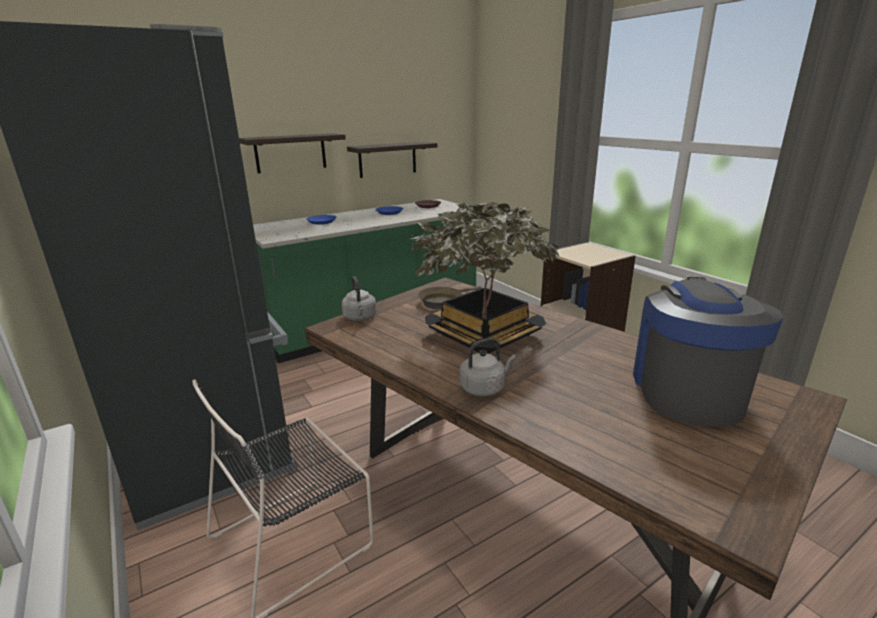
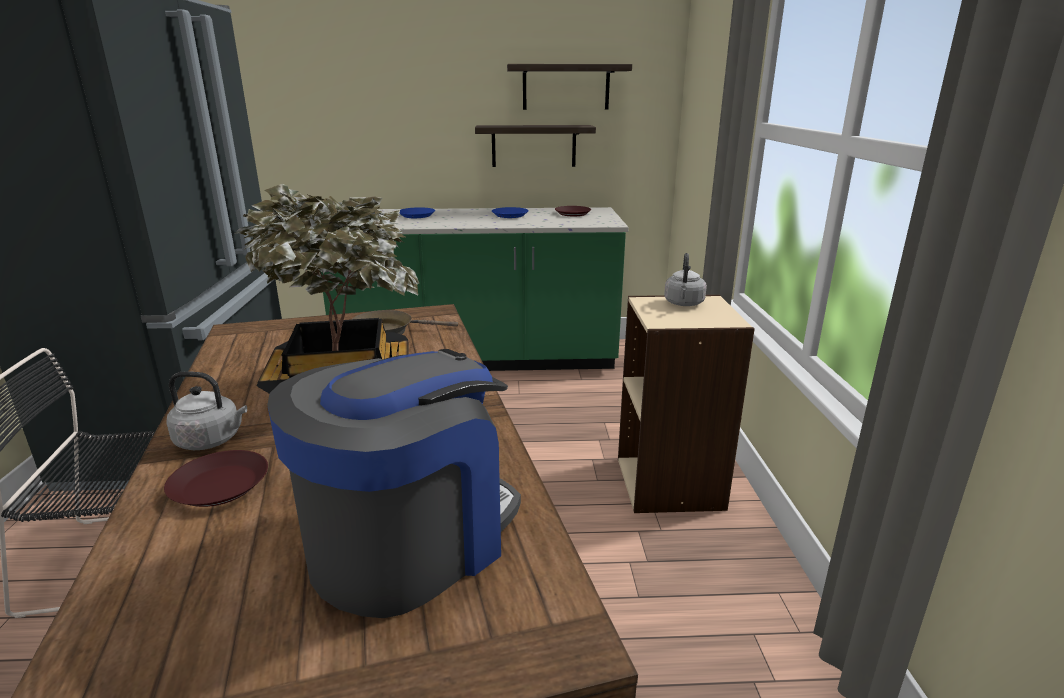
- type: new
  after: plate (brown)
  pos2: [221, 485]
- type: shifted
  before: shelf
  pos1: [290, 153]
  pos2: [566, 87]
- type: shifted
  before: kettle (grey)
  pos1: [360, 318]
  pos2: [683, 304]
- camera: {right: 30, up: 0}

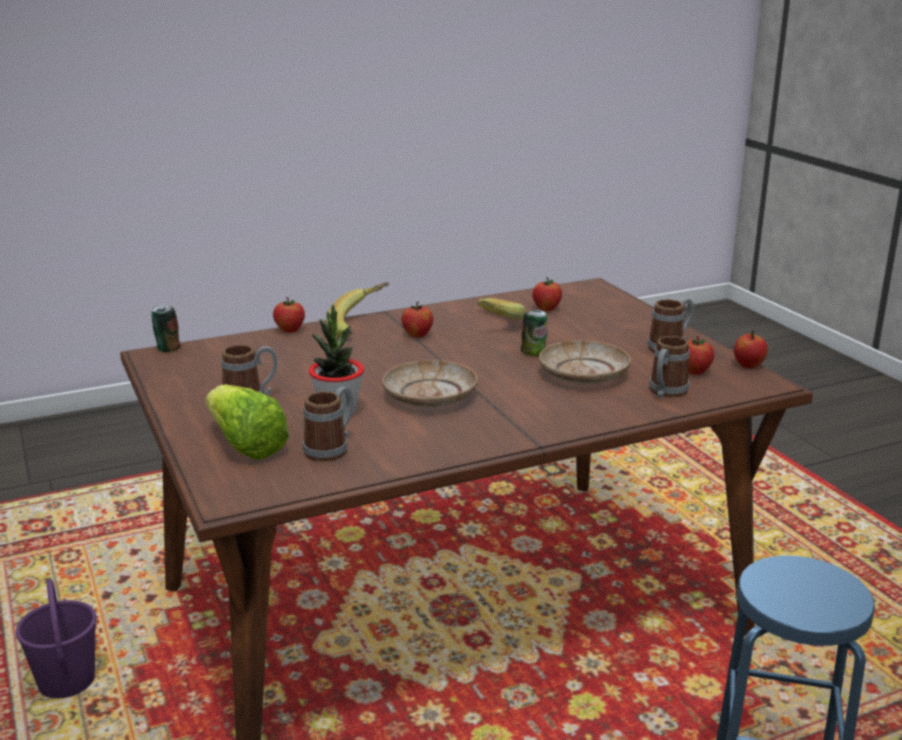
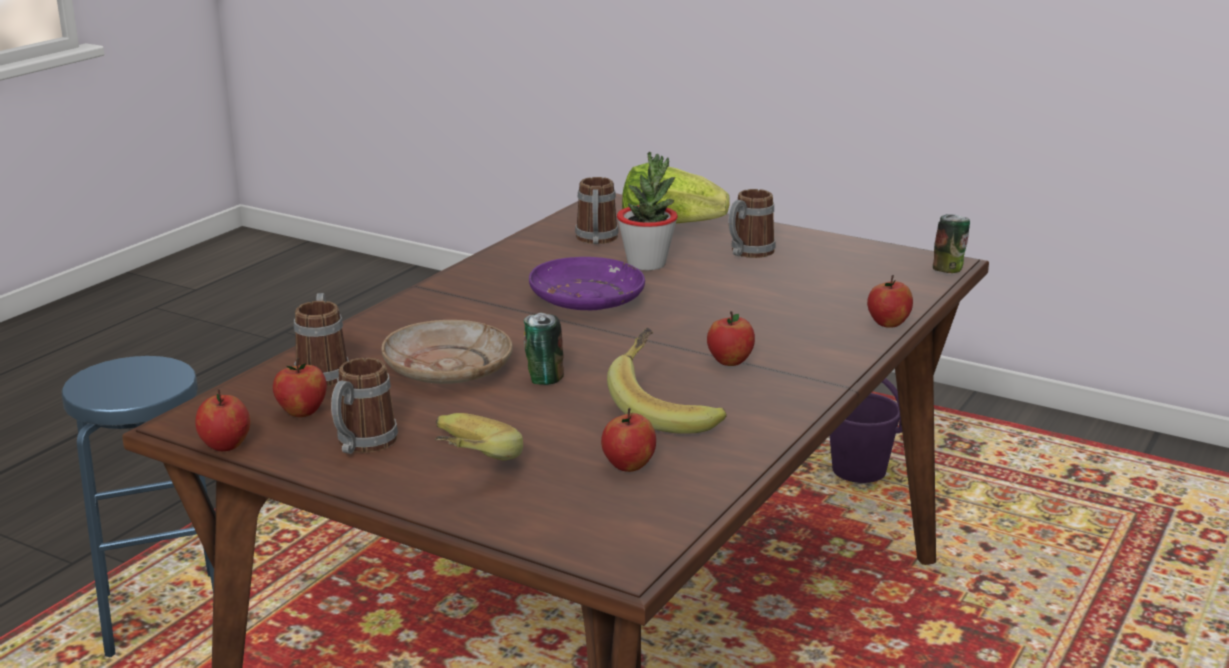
- type: shifted
  before: banana
  pos1: [360, 326]
  pos2: [462, 466]
- type: repainted
  before: plate (beige)
  after: plate (purple)
  pos1: [429, 396]
  pos2: [586, 298]
- camera: {right: 145, up: 0}

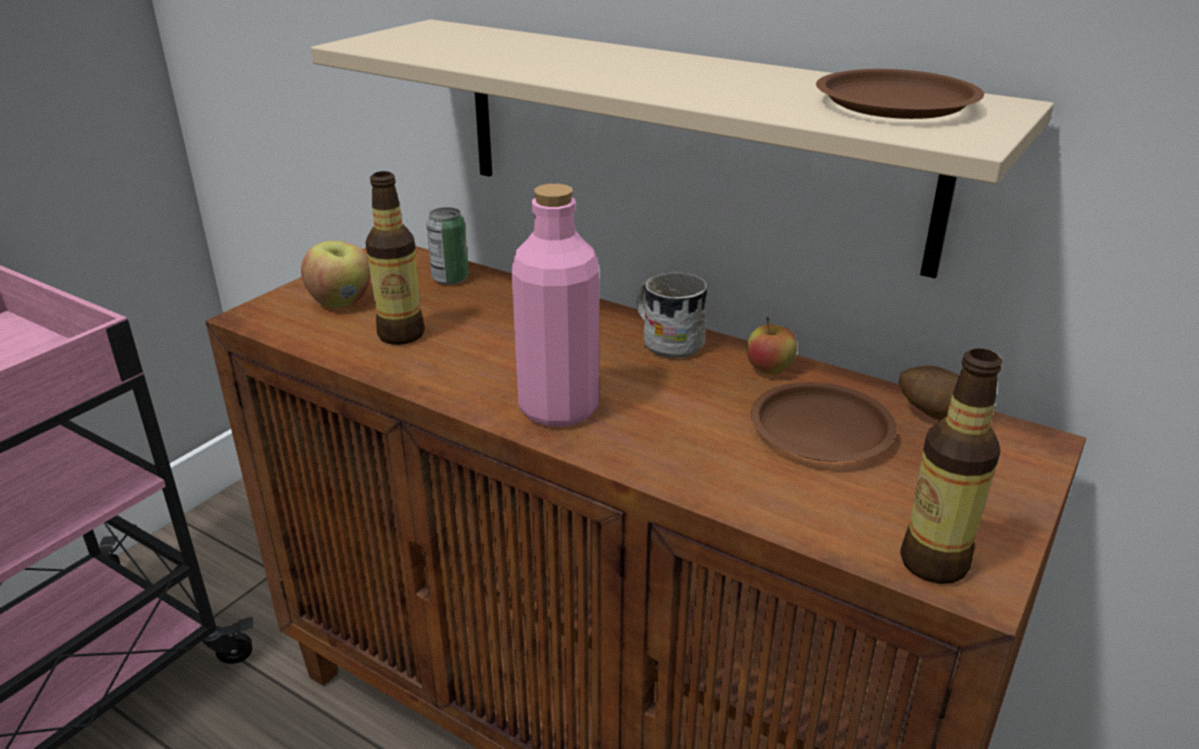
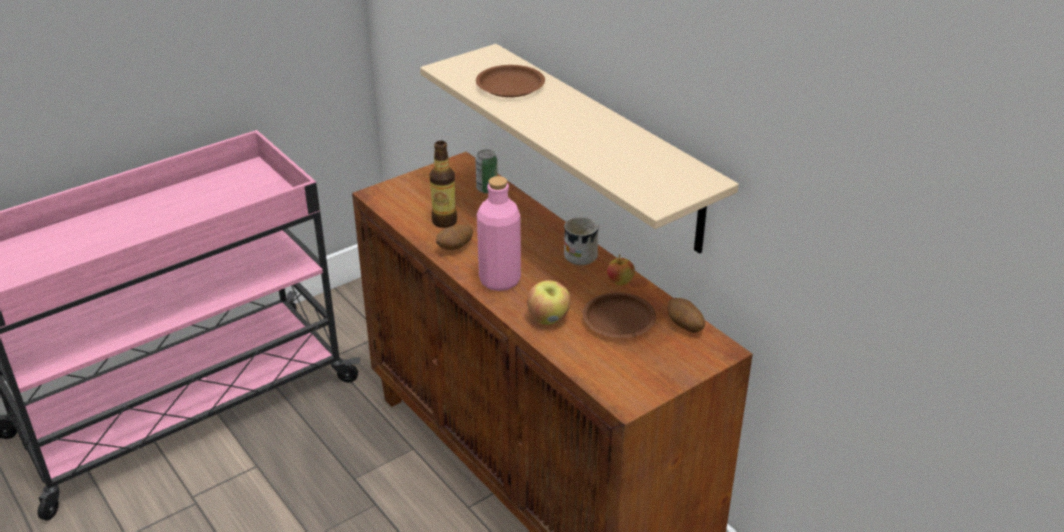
- type: gone
  before: bottle
  pos1: [934, 563]
- type: new
  after: potato
  pos2: [455, 248]
- type: shifted
  before: apple
  pos1: [342, 302]
  pos2: [549, 319]
- type: shifted
  before: plate (brown)
  pos1: [897, 104]
  pos2: [510, 86]
- camera: {right: 20, up: 5}

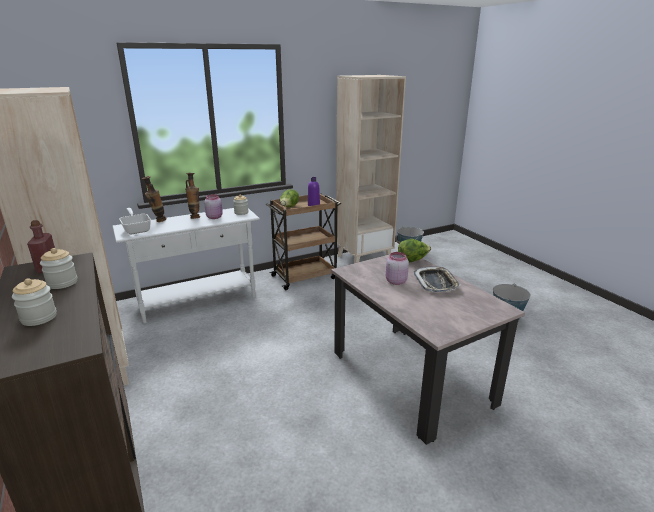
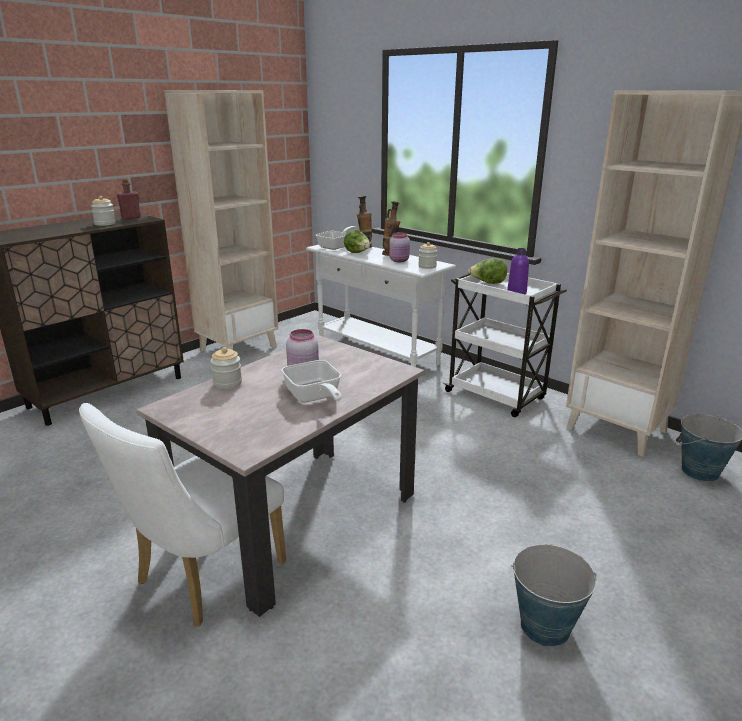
- type: new
  after: chair (white)
  pos2: [202, 578]
- type: shifted
  before: jar
  pos1: [39, 318]
  pos2: [227, 383]
- type: shifted
  before: lettuce
  pos1: [412, 260]
  pos2: [357, 253]
- type: swapped
  before: tray
  after: frying pan
  pos1: [436, 283]
  pos2: [314, 397]
- type: repainted
  before: cart (brown)
  after: cart (white)
  pos1: [305, 276]
  pos2: [496, 396]
- camera: {right: 70, up: 0}

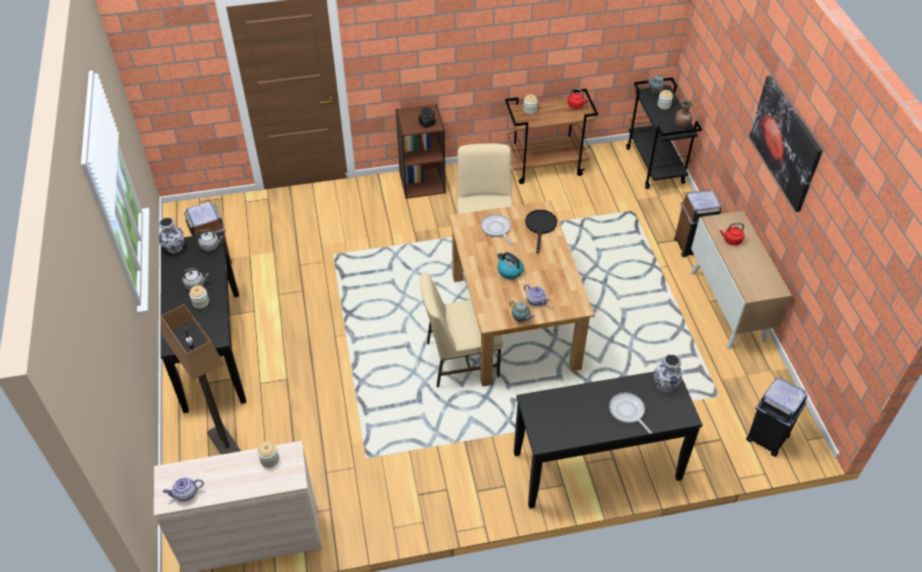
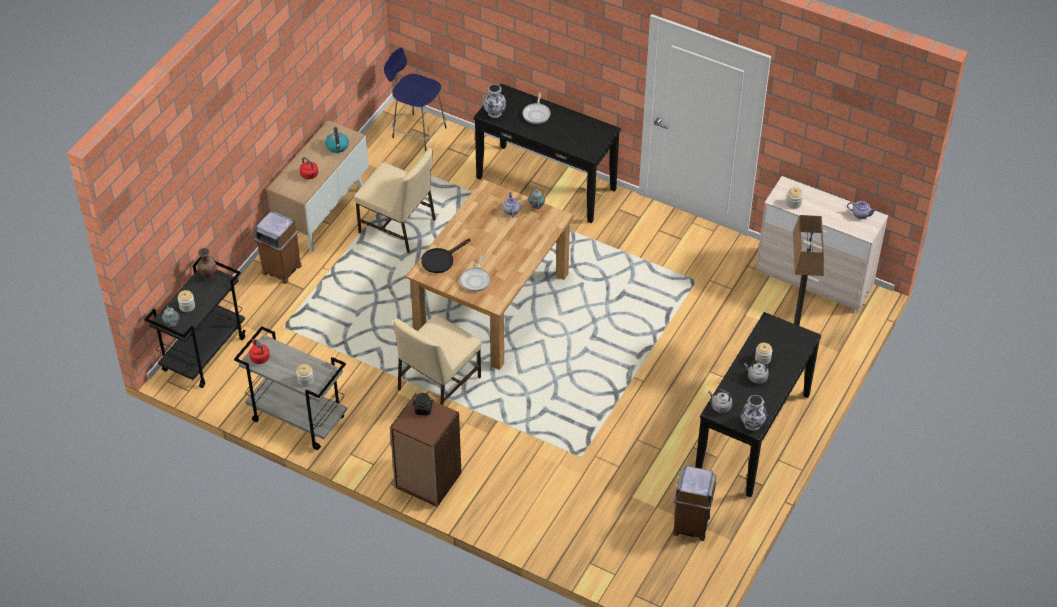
- type: gone
  before: picture
  pos1: [785, 142]
- type: shifted
  before: chair (beige)
  pos1: [460, 359]
  pos2: [398, 227]
- type: shifted
  before: kettle
  pos1: [509, 271]
  pos2: [337, 146]
- type: swapped
  before: trash can (black)
  after: stool (blue)
  pos1: [767, 437]
  pos2: [417, 131]
- type: repainted
  before: cart (brown)
  after: cart (grey)
  pos1: [546, 166]
  pos2: [297, 419]
- camera: {right: -140, up: 0}

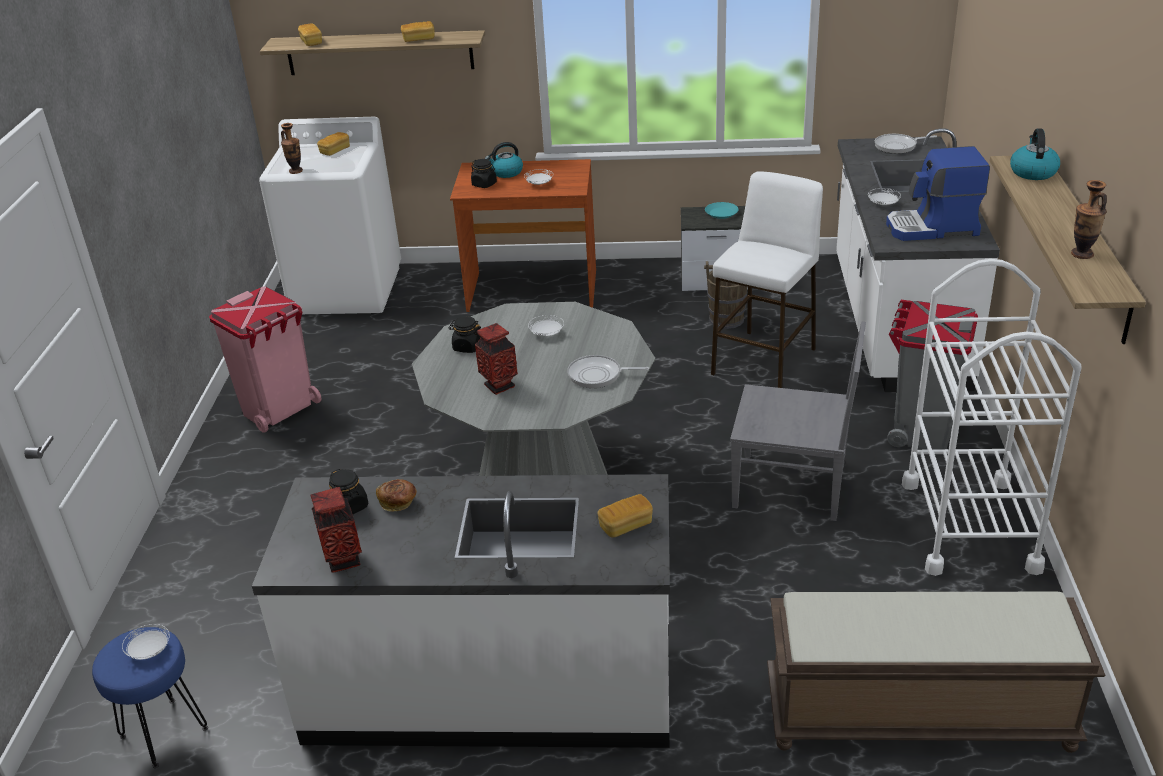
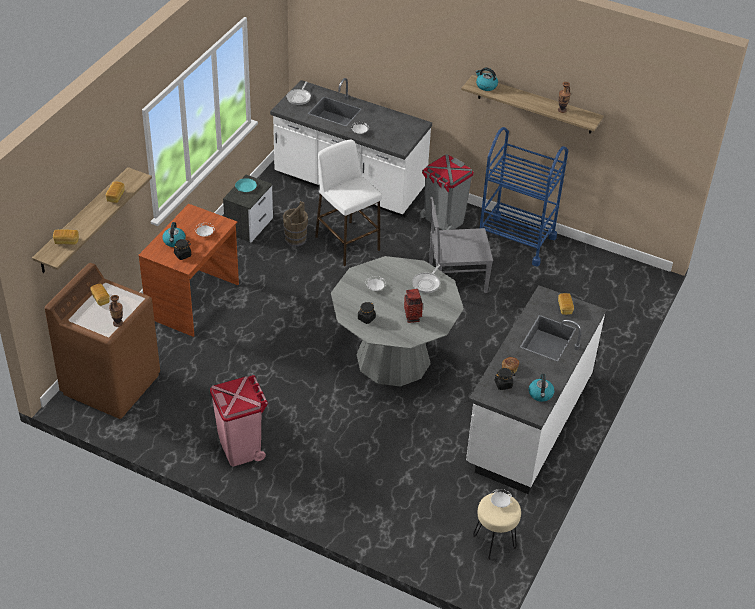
- type: gone
  before: bench (brown)
  pos1: [916, 716]
- type: gone
  before: coffee machine
  pos1: [933, 228]
- type: swapped
  before: vase
  after: kettle
  pos1: [343, 560]
  pos2: [540, 394]
- type: repainted
  before: stool (blue)
  after: stool (beige)
  pos1: [164, 731]
  pos2: [493, 542]
- type: repainted
  before: washing machine (white)
  after: washing machine (brown)
  pos1: [347, 290]
  pos2: [111, 383]
- type: repainted
  before: cart (white)
  after: cart (blue)
  pos1: [969, 525]
  pos2: [515, 240]
- type: rotated
  before: chair (grey)
  pos1: [792, 487]
  pos2: [455, 278]
  turn: -135
- camera: {right: -70, up: 10}

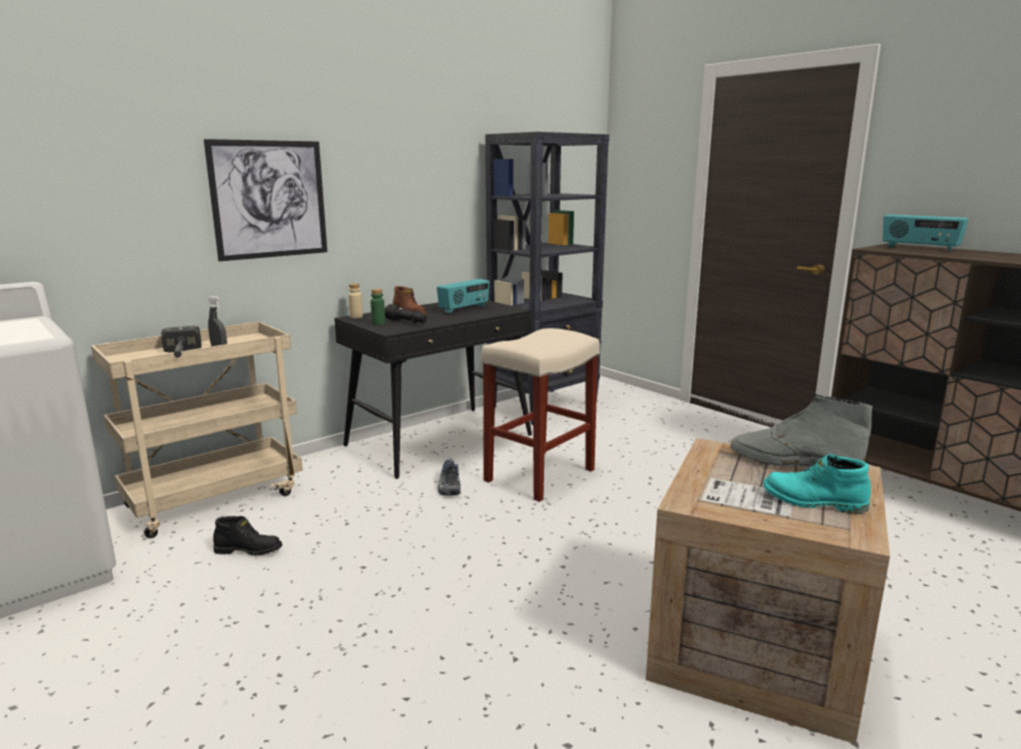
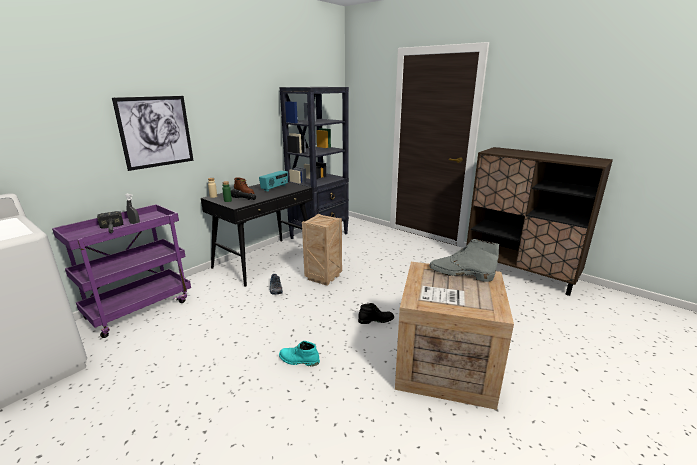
- type: gone
  before: radio
  pos1: [919, 248]
- type: shifted
  before: boot (black)
  pos1: [249, 550]
  pos2: [376, 320]
- type: shifted
  before: boot (turquoise)
  pos1: [813, 502]
  pos2: [298, 360]
- type: swapped
  before: stool (beige)
  after: crate
  pos1: [539, 476]
  pos2: [323, 278]
- type: repainted
  before: cart (beige)
  after: cart (purple)
  pos1: [215, 498]
  pos2: [140, 308]
- camera: {right: -10, up: 5}

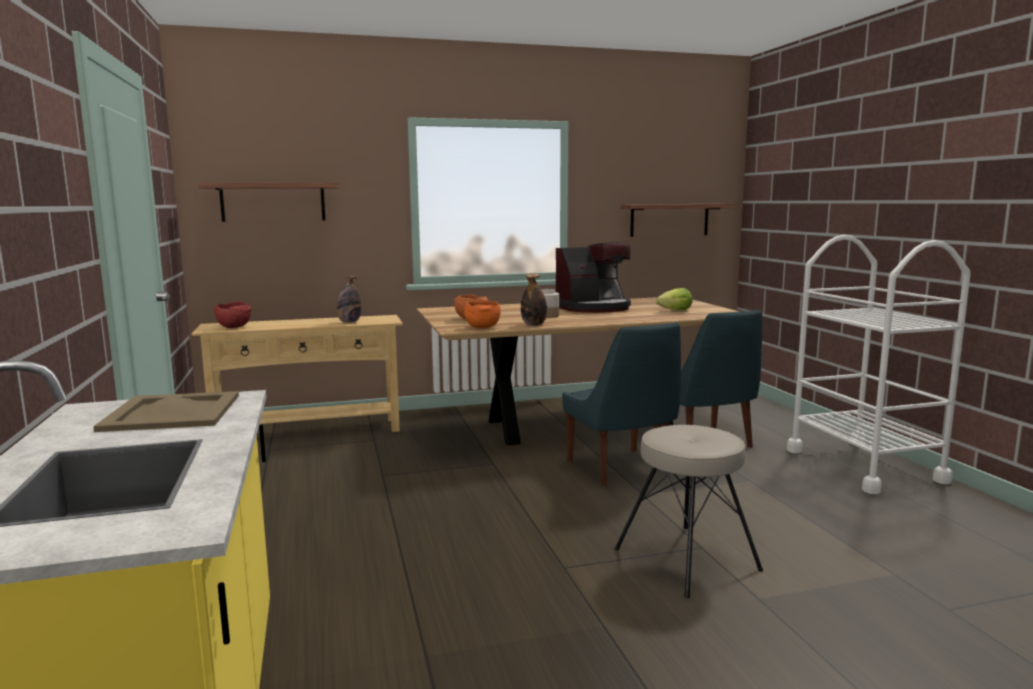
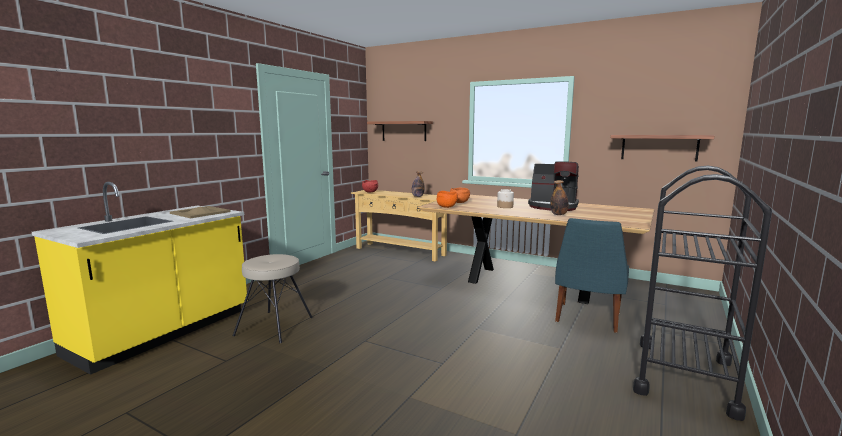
- type: gone
  before: chair (blue)
  pos1: [621, 469]
- type: gone
  before: lettuce
  pos1: [675, 311]
- type: shifted
  before: bottle
  pos1: [534, 324]
  pos2: [558, 214]
- type: shifted
  before: stool (beige)
  pos1: [687, 558]
  pos2: [275, 326]
- type: repainted
  before: cart (white)
  after: cart (black)
  pos1: [864, 465]
  pos2: [684, 376]
- camera: {right: 45, up: 0}

